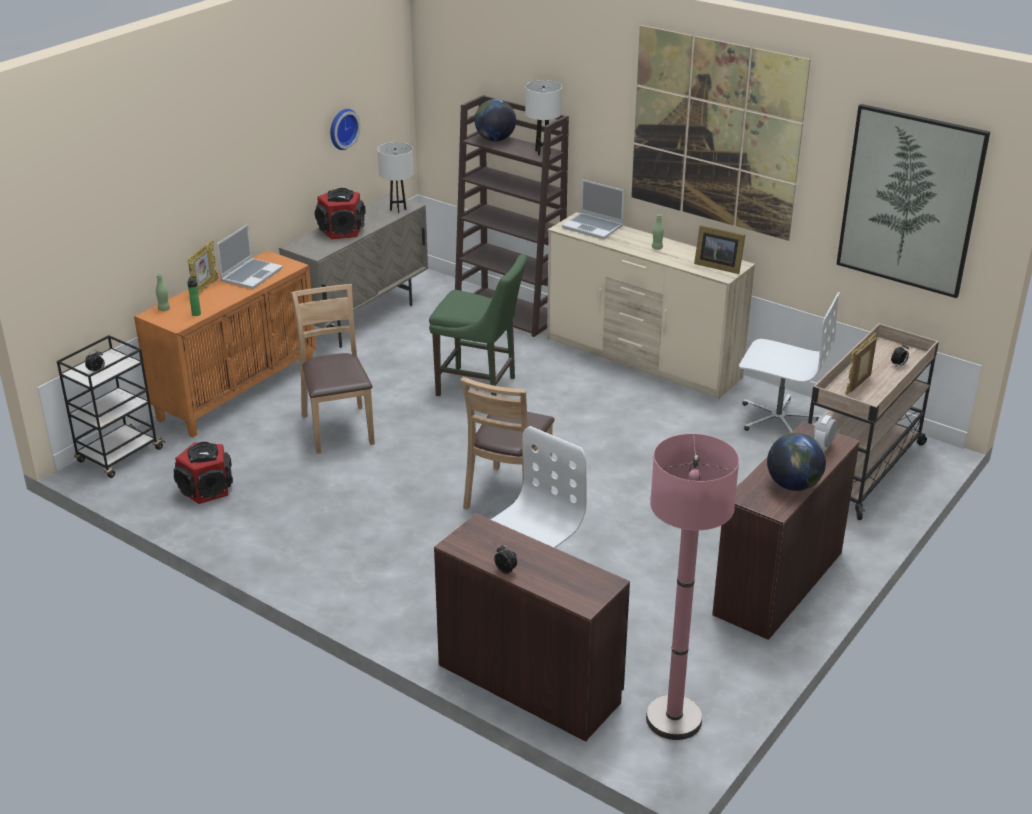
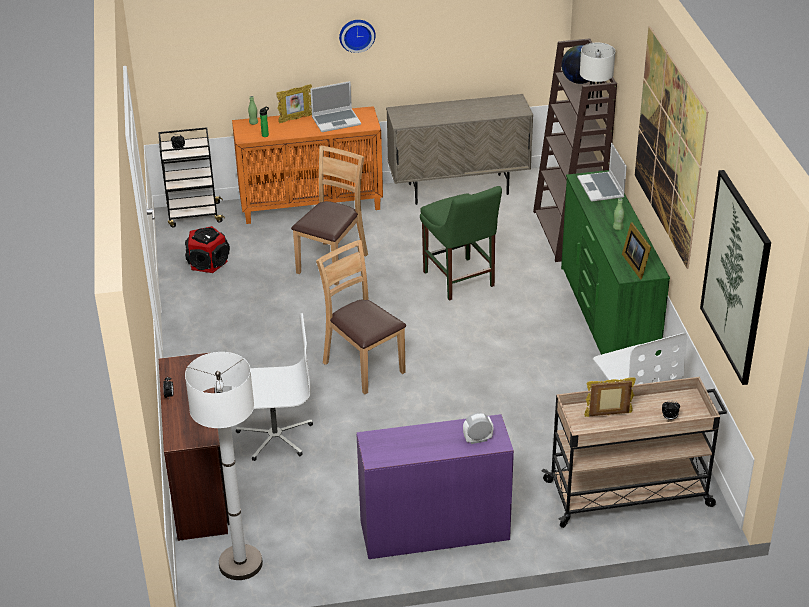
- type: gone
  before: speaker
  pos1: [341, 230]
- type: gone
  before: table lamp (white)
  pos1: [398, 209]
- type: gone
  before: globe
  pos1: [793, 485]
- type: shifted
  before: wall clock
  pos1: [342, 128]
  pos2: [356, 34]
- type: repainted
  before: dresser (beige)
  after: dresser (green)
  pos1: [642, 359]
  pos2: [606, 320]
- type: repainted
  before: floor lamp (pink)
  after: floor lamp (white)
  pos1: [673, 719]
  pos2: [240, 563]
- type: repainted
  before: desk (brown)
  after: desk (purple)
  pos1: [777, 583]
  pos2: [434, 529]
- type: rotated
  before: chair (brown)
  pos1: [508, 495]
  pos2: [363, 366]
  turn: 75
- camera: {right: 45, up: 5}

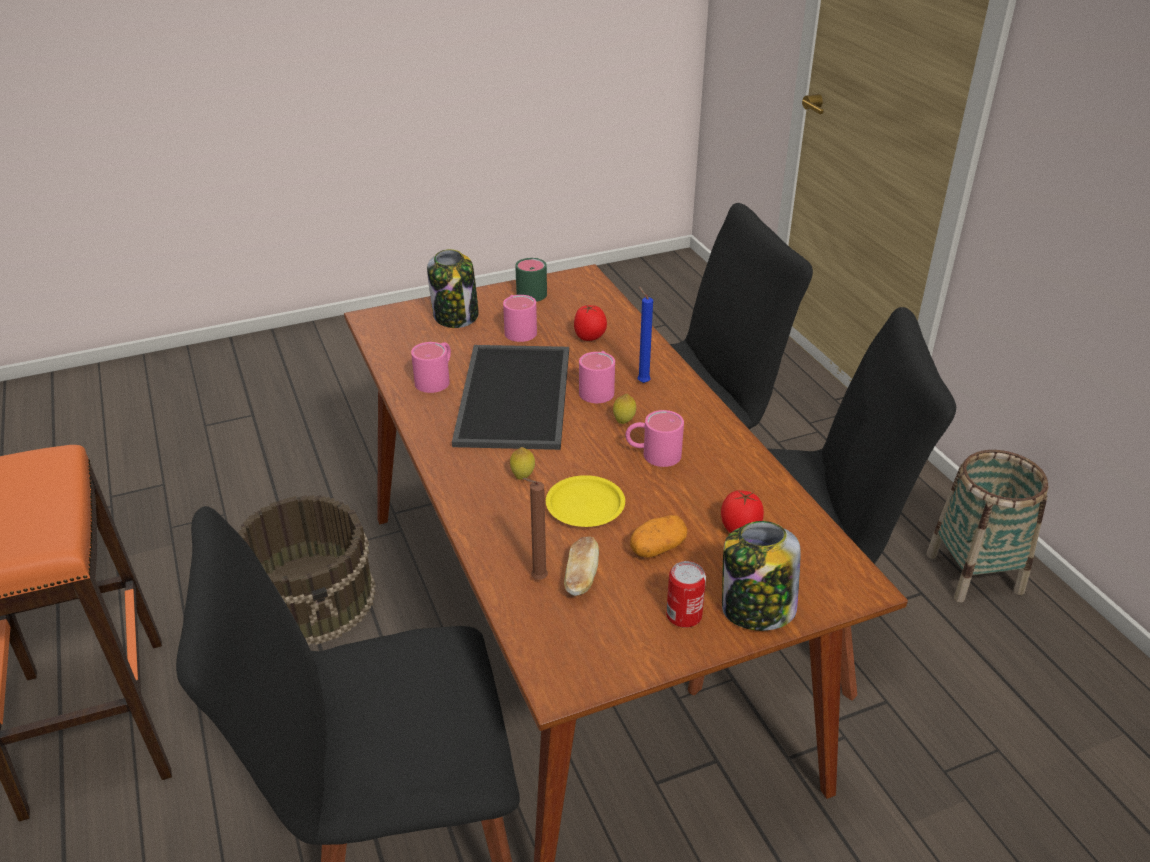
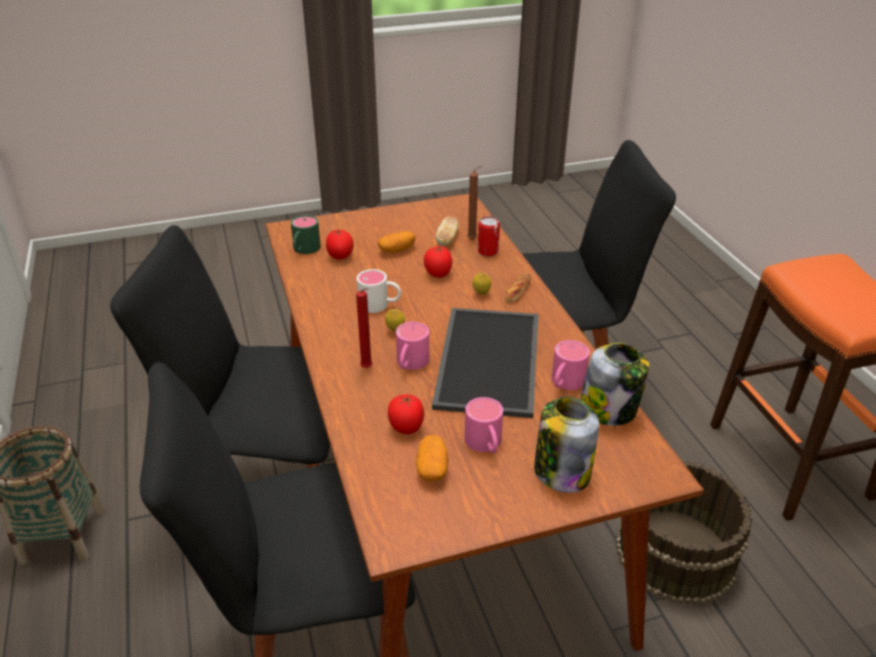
- type: new
  after: potato
  pos2: [432, 468]
- type: new
  after: bread
  pos2: [517, 291]
- type: shifted
  before: mug (green)
  pos1: [533, 291]
  pos2: [304, 250]
- type: shifted
  before: can
  pos1: [684, 615]
  pos2: [488, 251]
- type: shifted
  before: jar
  pos1: [756, 609]
  pos2: [609, 409]
- type: swapped
  before: plate (yellow)
  after: tomato
  pos1: [586, 506]
  pos2: [438, 274]
- type: repainted
  before: mug (pink)
  after: mug (white)
  pos1: [653, 454]
  pos2: [380, 305]
- type: repainted
  before: candle (blue)
  after: candle (red)
  pos1: [642, 382]
  pos2: [367, 369]
- camera: {right: -175, up: 0}

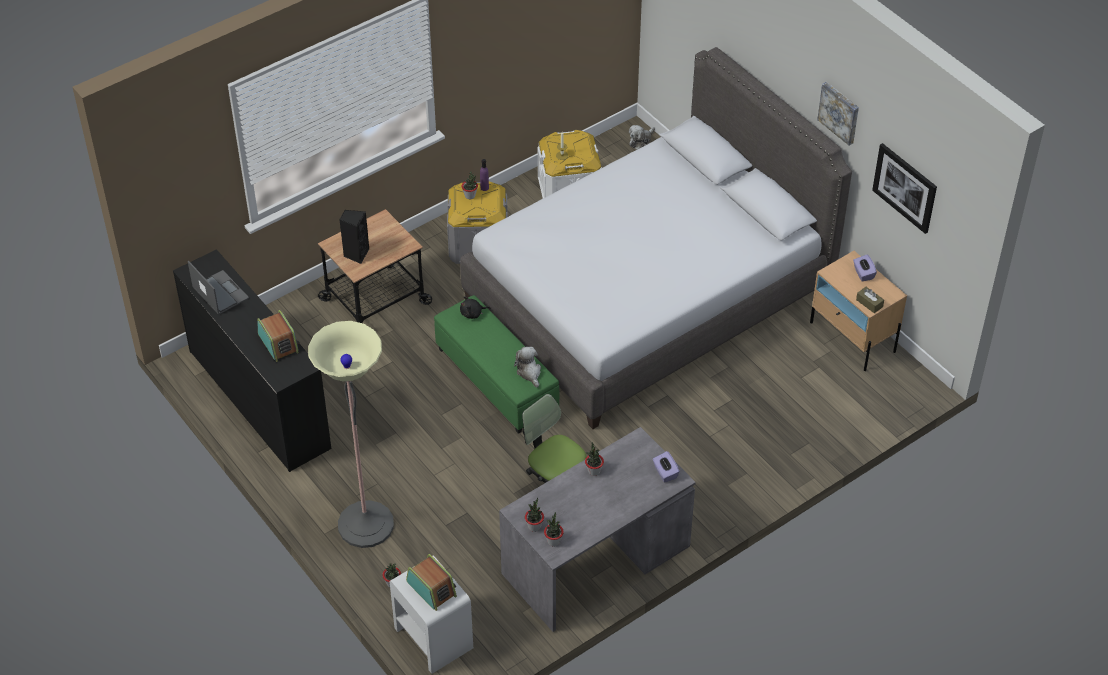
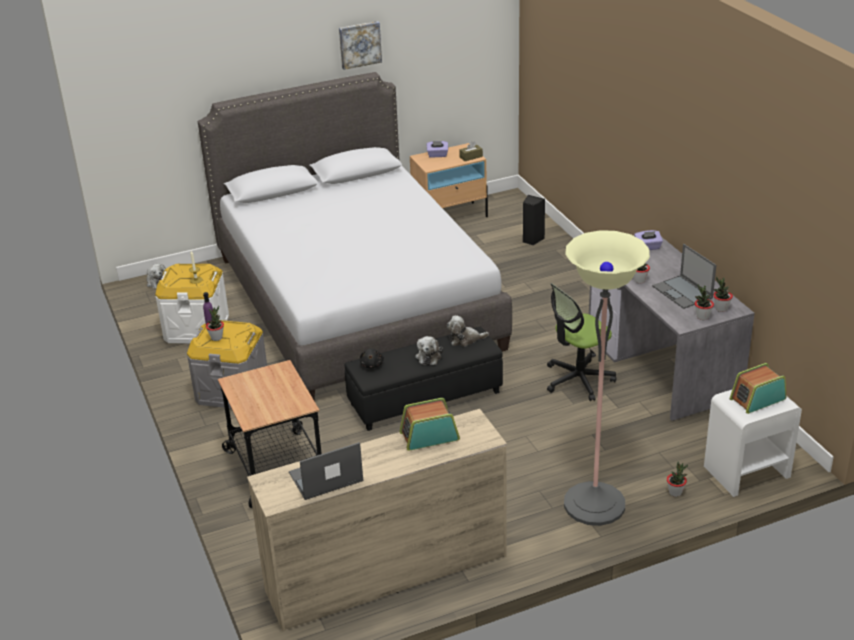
- type: gone
  before: picture
  pos1: [905, 187]
- type: new
  after: plush toy
  pos2: [429, 356]
- type: new
  after: laptop
  pos2: [683, 292]
- type: shifted
  before: speaker (black)
  pos1: [356, 254]
  pos2: [532, 240]
- type: repainted
  before: dresser (black)
  after: dresser (beige)
  pos1: [259, 398]
  pos2: [385, 573]
- type: repainted
  before: ottoman (green)
  after: ottoman (black)
  pos1: [497, 379]
  pos2: [425, 397]
- camera: {right: -75, up: -15}

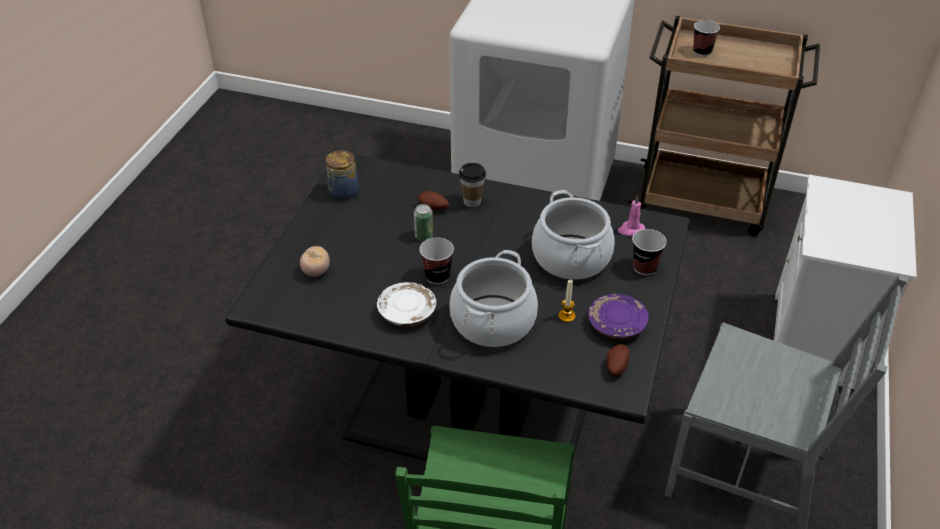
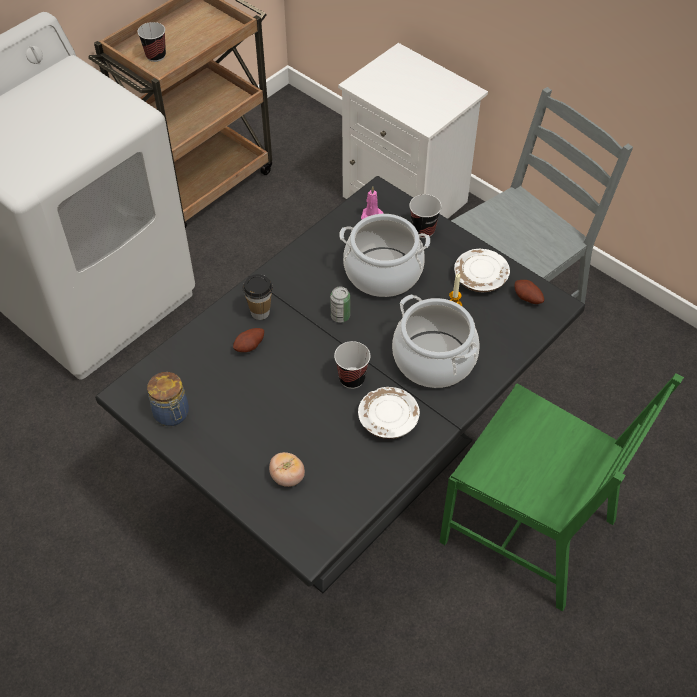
- type: shifted
  before: can
  pos1: [424, 236]
  pos2: [340, 316]
- type: repainted
  before: plate (purple)
  after: plate (white)
  pos1: [616, 324]
  pos2: [480, 278]
- camera: {right: -65, up: 10}

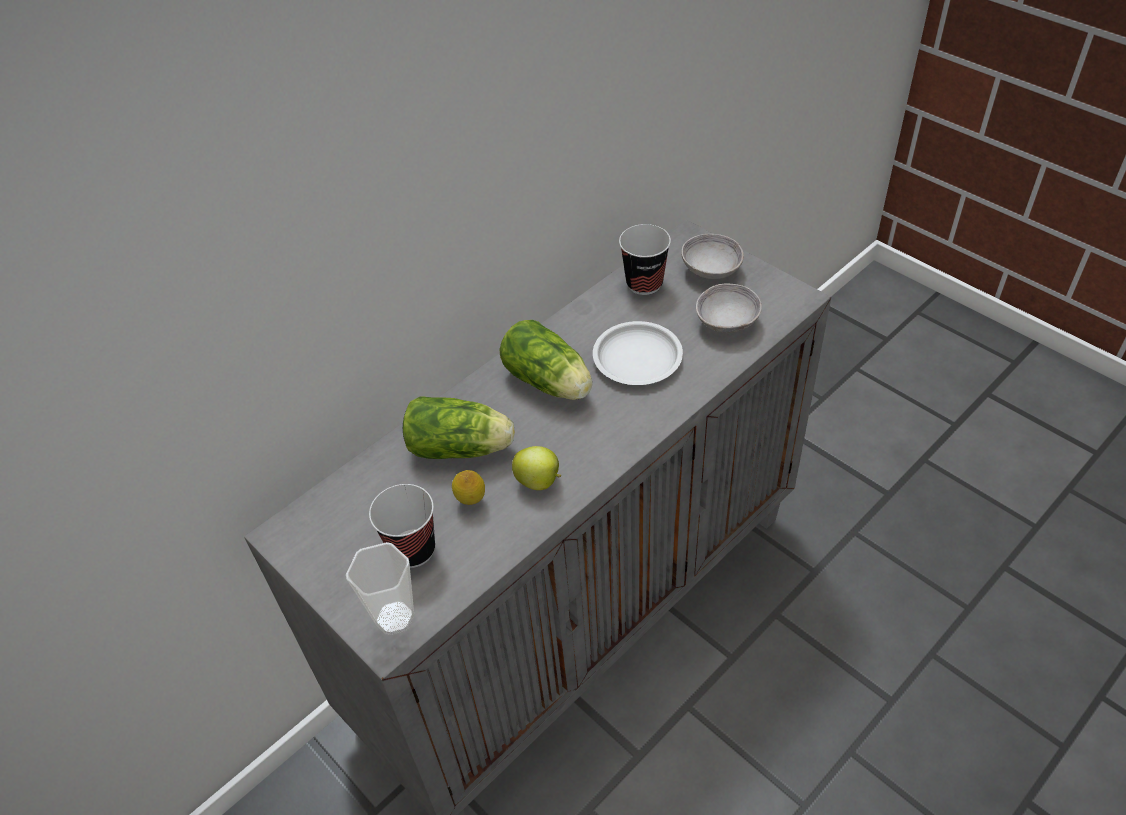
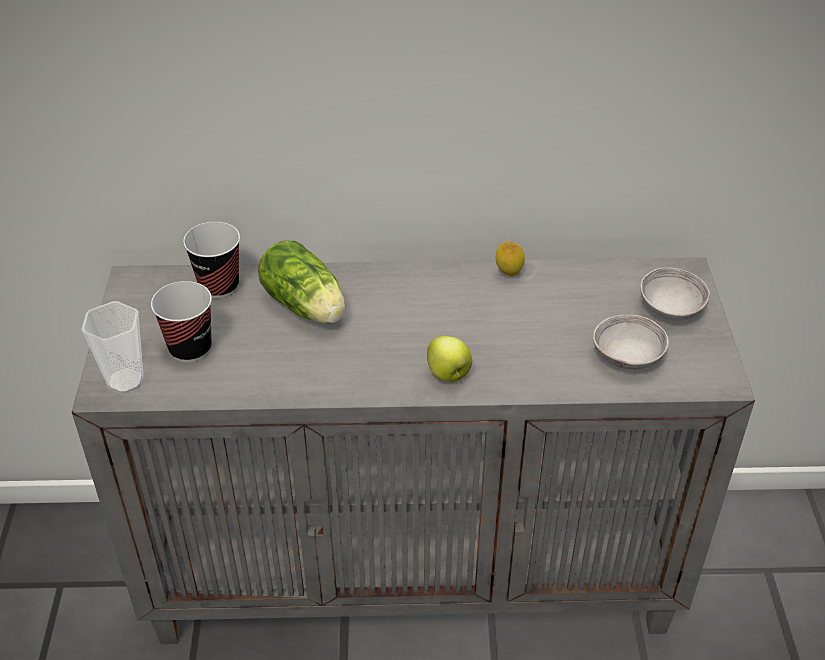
- type: gone
  before: lettuce
  pos1: [550, 383]
- type: gone
  before: plate (white)
  pos1: [636, 358]
- type: shifted
  before: lemon
  pos1: [471, 501]
  pos2: [508, 274]
- type: shifted
  before: apple
  pos1: [539, 481]
  pos2: [449, 375]
- type: shifted
  before: cup
  pos1: [644, 283]
  pos2: [219, 286]
- camera: {right: 40, up: -5}

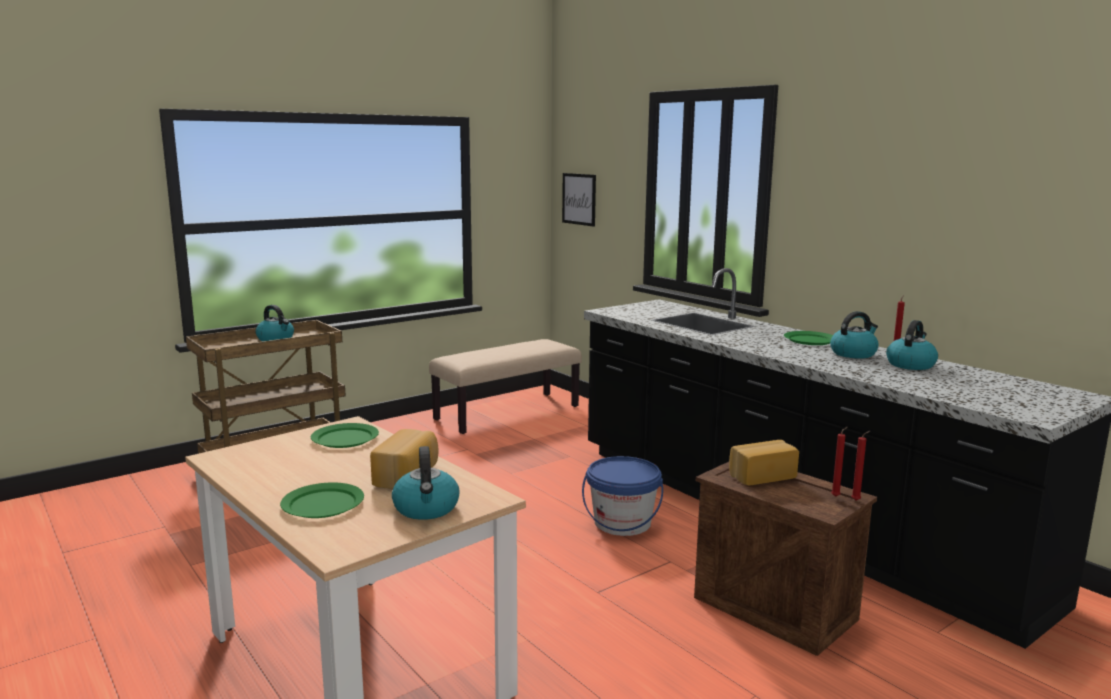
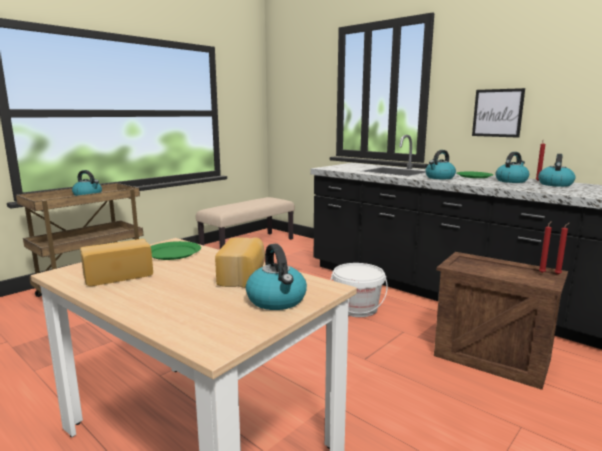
- type: gone
  before: plate (green)
  pos1: [322, 504]
- type: new
  after: kettle
  pos2: [439, 177]
- type: shifted
  before: picture
  pos1: [579, 199]
  pos2: [497, 113]
- type: shifted
  before: bread
  pos1: [761, 475]
  pos2: [118, 275]
- type: repainted
  before: bucket (blue)
  after: bucket (white)
  pos1: [622, 523]
  pos2: [357, 309]
- camera: {right: -10, up: 0}

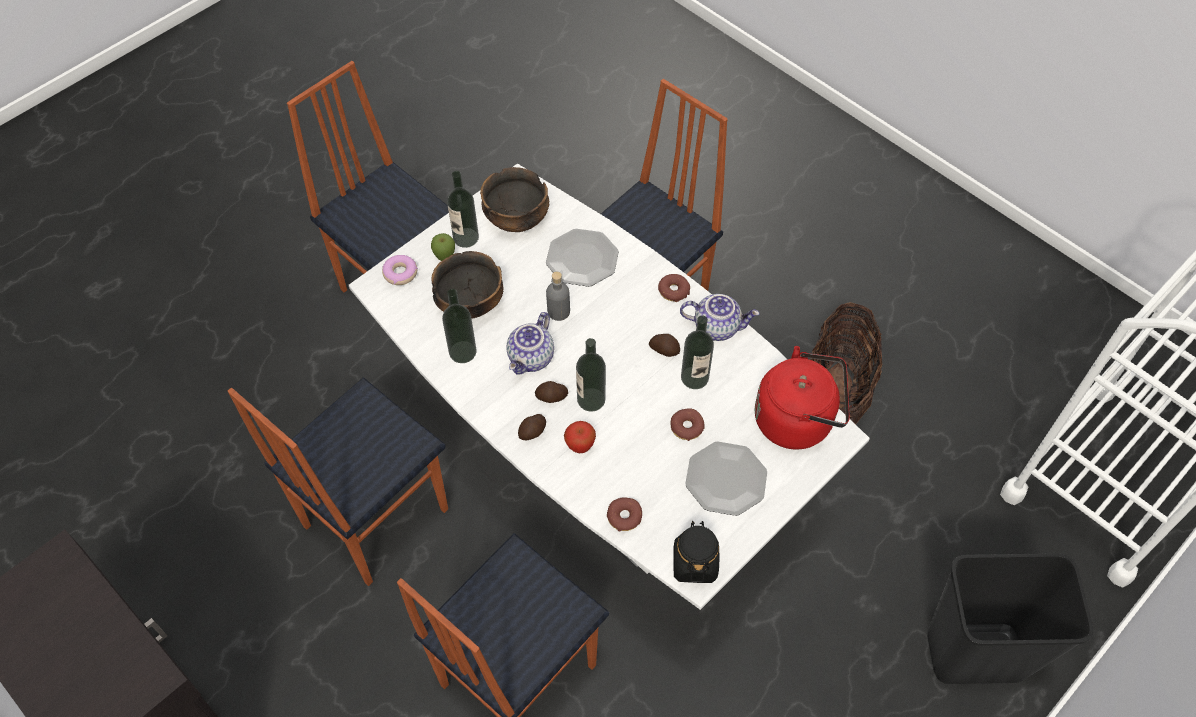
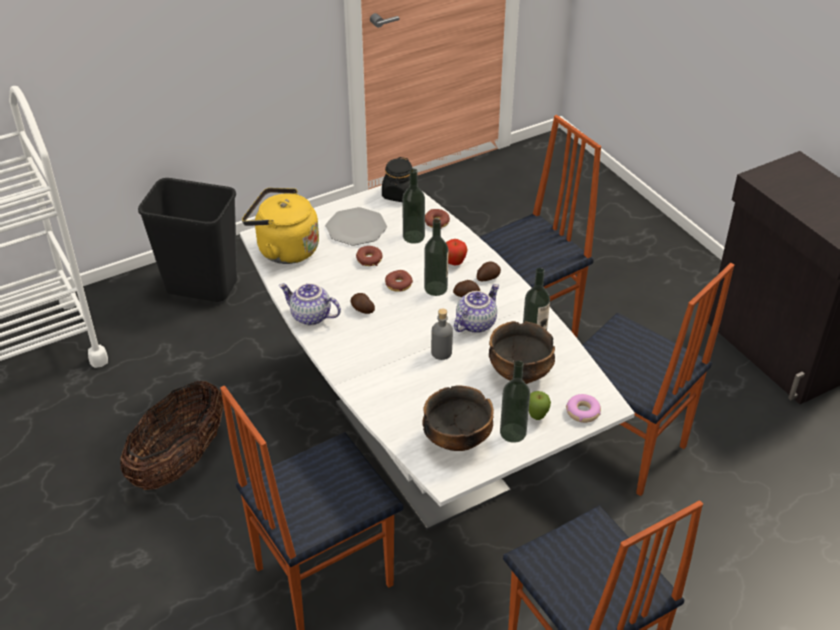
- type: gone
  before: plate
  pos1: [582, 259]
- type: shifted
  before: donut
  pos1: [673, 291]
  pos2: [398, 284]
- type: shifted
  before: bottle
  pos1: [694, 377]
  pos2: [413, 237]
- type: repainted
  before: kettle (red)
  after: kettle (yellow)
  pos1: [798, 420]
  pos2: [284, 249]
- type: rotated
  before: chair
  pos1: [373, 517]
  pos2: [623, 448]
  turn: 75
- camera: {right: -165, up: -15}

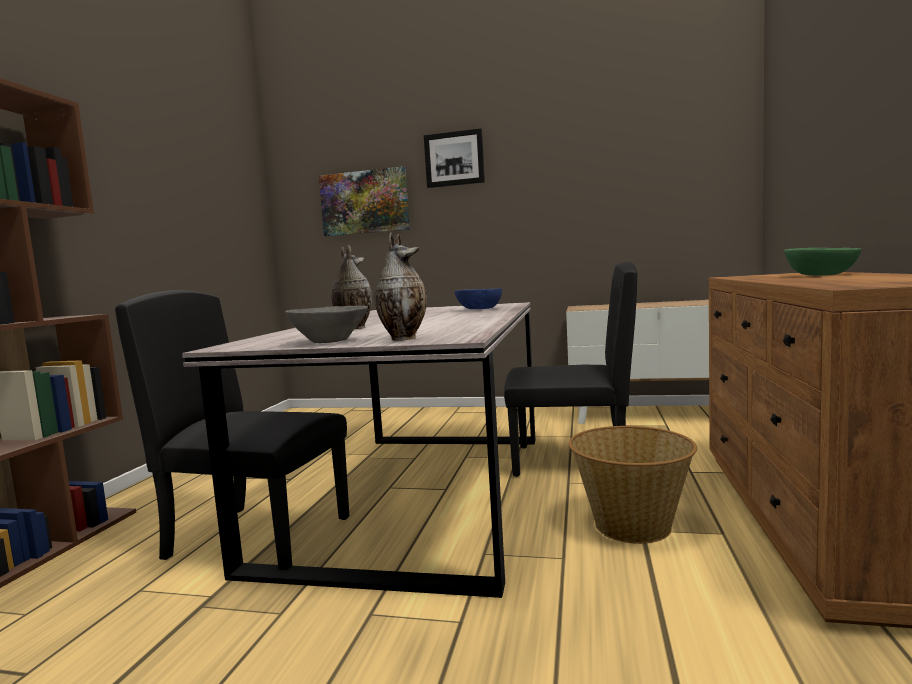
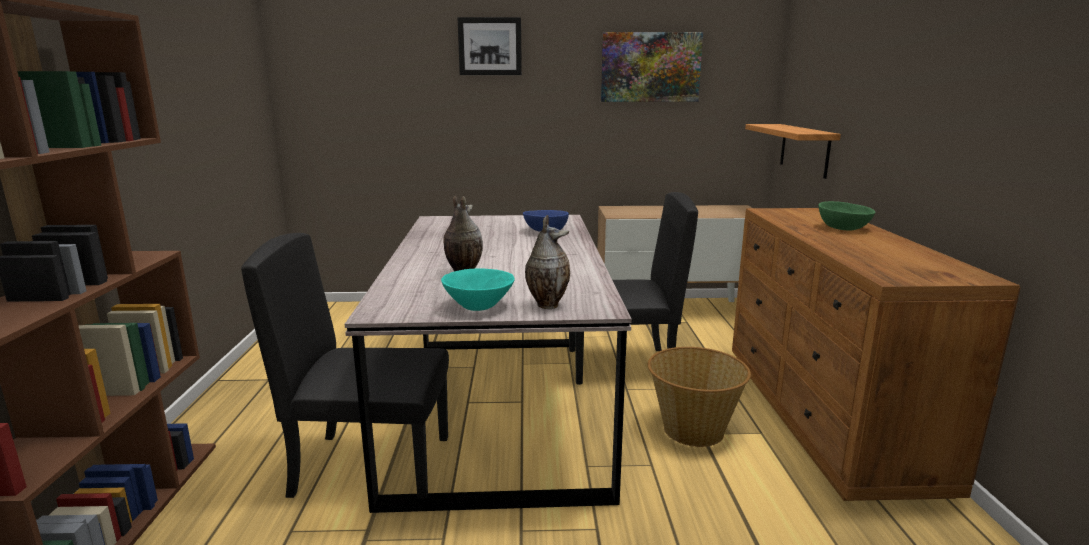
- type: new
  after: shelf
  pos2: [804, 149]
- type: shifted
  before: picture
  pos1: [365, 202]
  pos2: [650, 67]
- type: repainted
  before: bowl (grey)
  after: bowl (turquoise)
  pos1: [330, 341]
  pos2: [479, 306]
- camera: {right: -15, up: 10}

